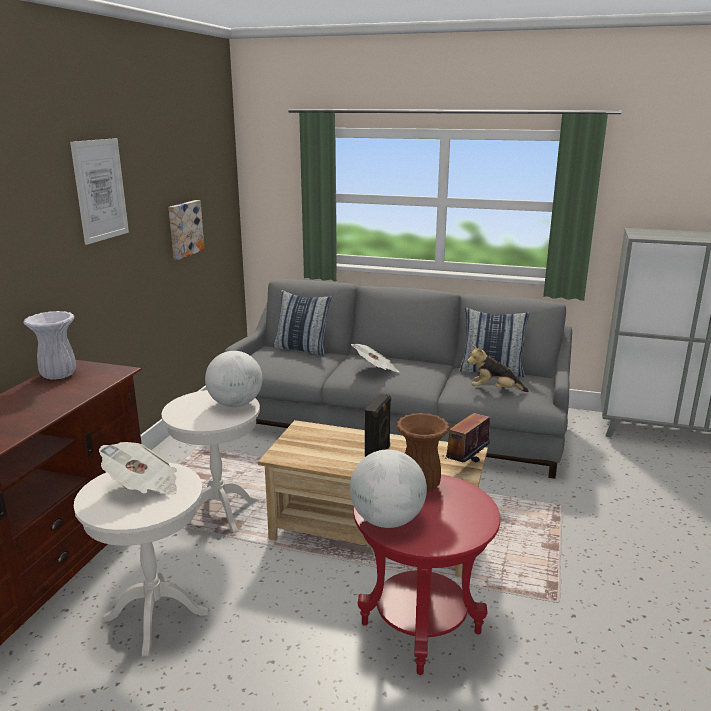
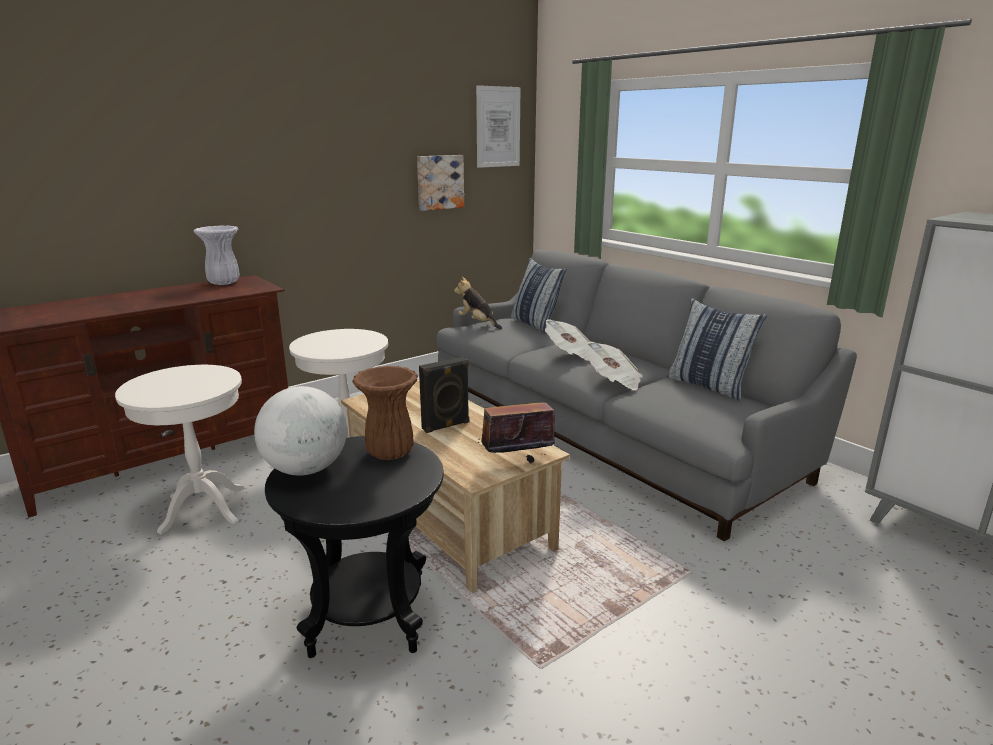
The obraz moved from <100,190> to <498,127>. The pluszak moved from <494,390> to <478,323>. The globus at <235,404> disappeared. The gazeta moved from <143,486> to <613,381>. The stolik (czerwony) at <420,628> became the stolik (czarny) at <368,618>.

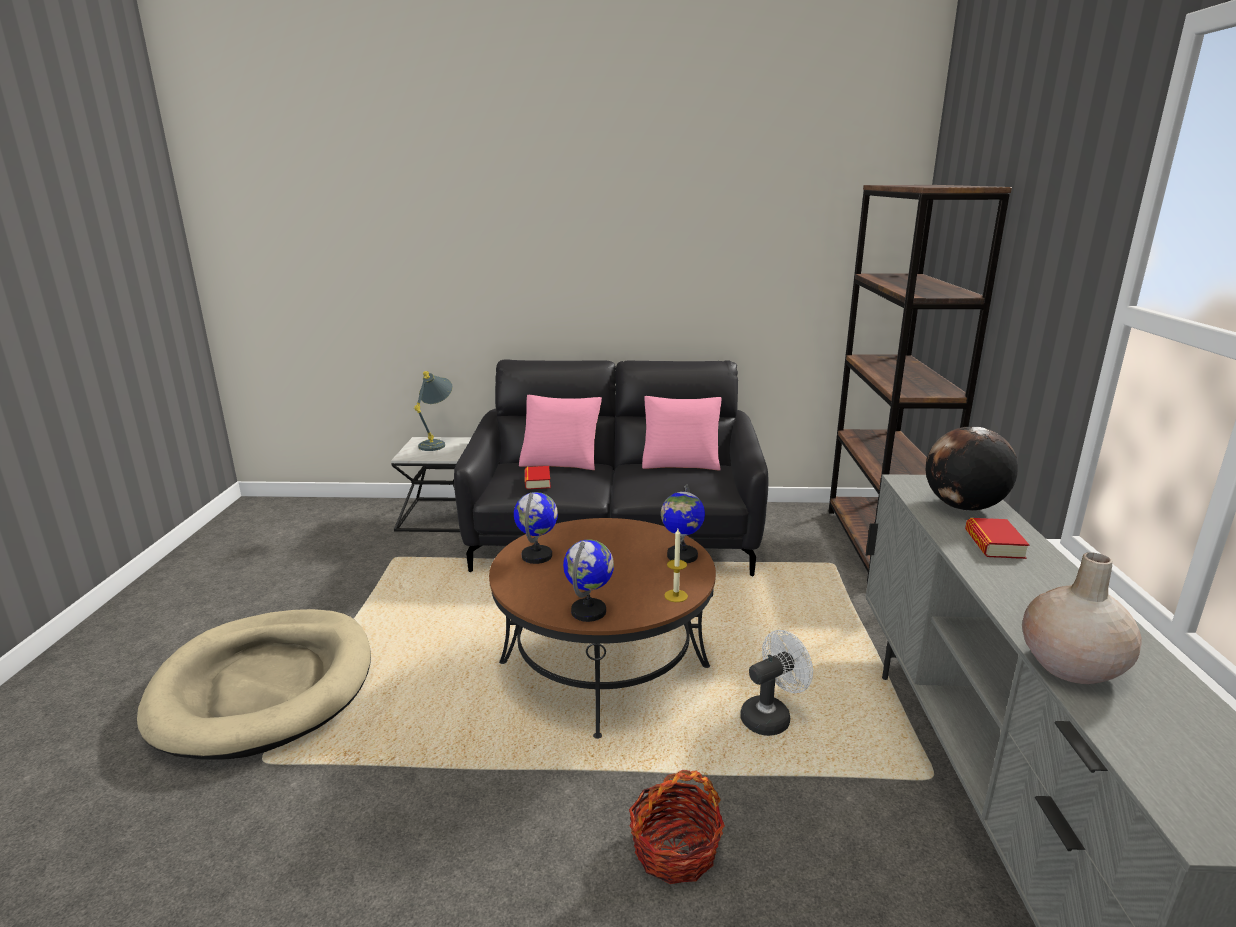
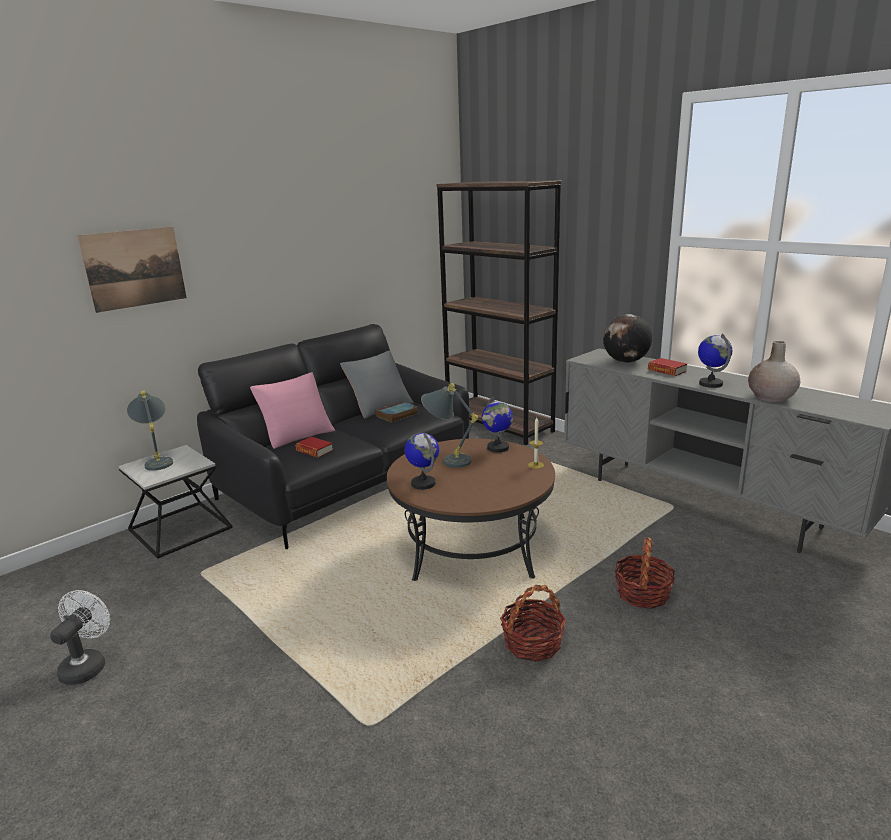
The poduszka (różowy) at <681,461> became the poduszka (szary) at <379,406>. The globus moved from <589,611> to <710,384>. The legowisko (beżowy) at <265,686> disappeared. The wentylator (biały) moved from <771,716> to <87,665>. The obraz at <135,268> appeared. The lampa stołowa (szary) at <447,460> appeared. The książka at <396,415> appeared. The koszyk at <532,643> appeared.

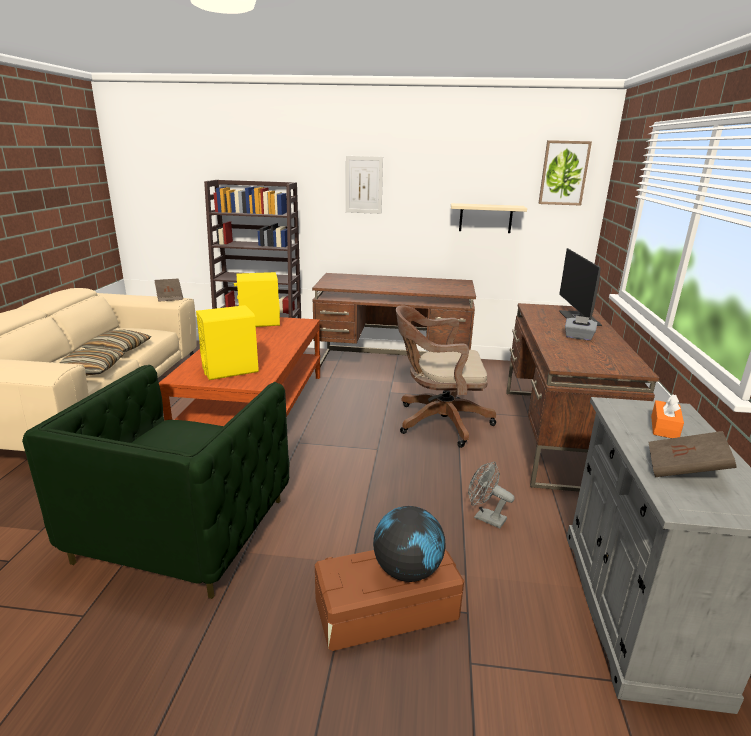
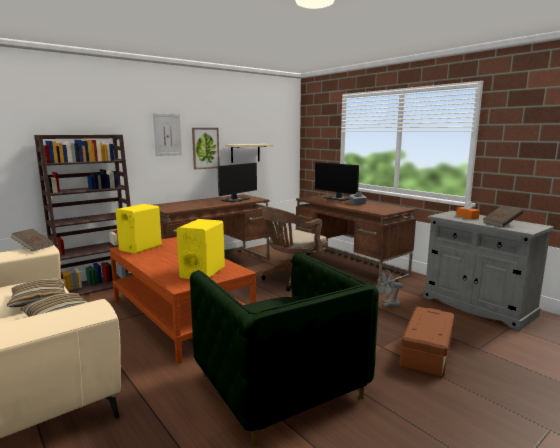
The obraz moved from <563,173> to <205,148>. The globus at <407,570> disappeared. The monitor at <236,200> appeared.

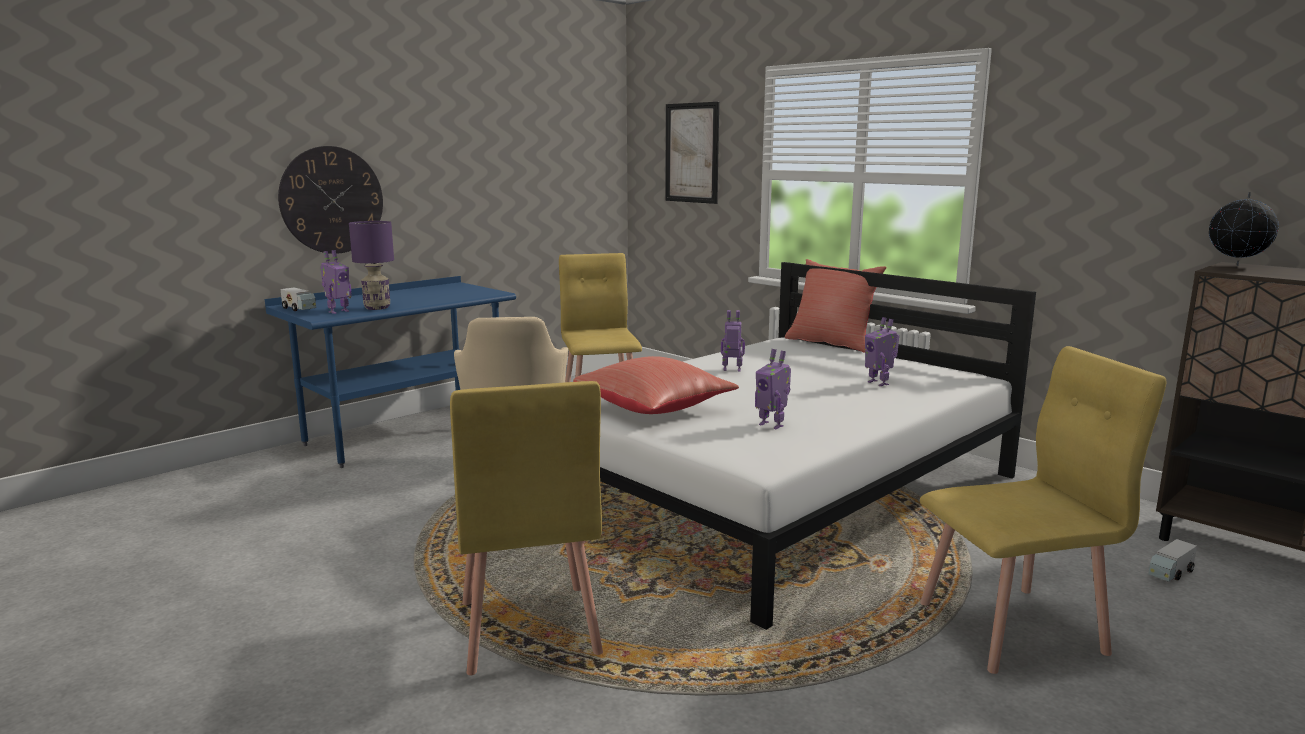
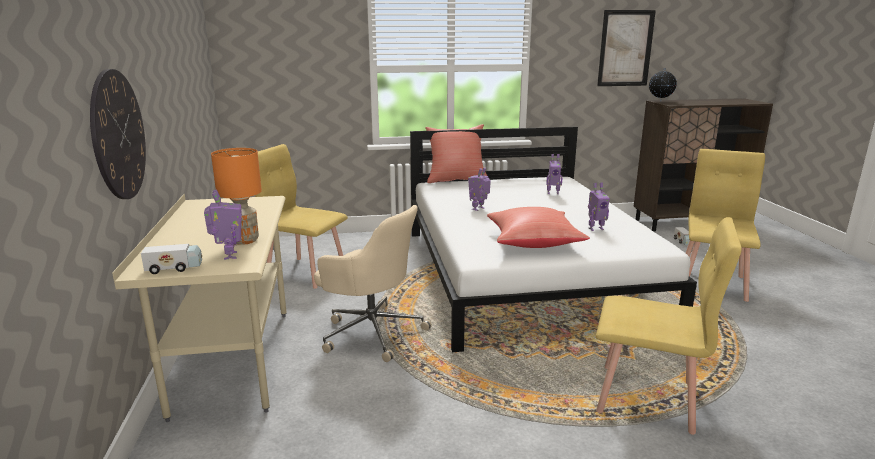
The obraz moved from <692,153> to <625,48>. The lampa stołowa (fioletowy) at <377,308> became the lampa stołowa (pomarańczowy) at <244,240>. The biurko (niebieski) at <406,434> became the biurko (beżowy) at <233,361>.

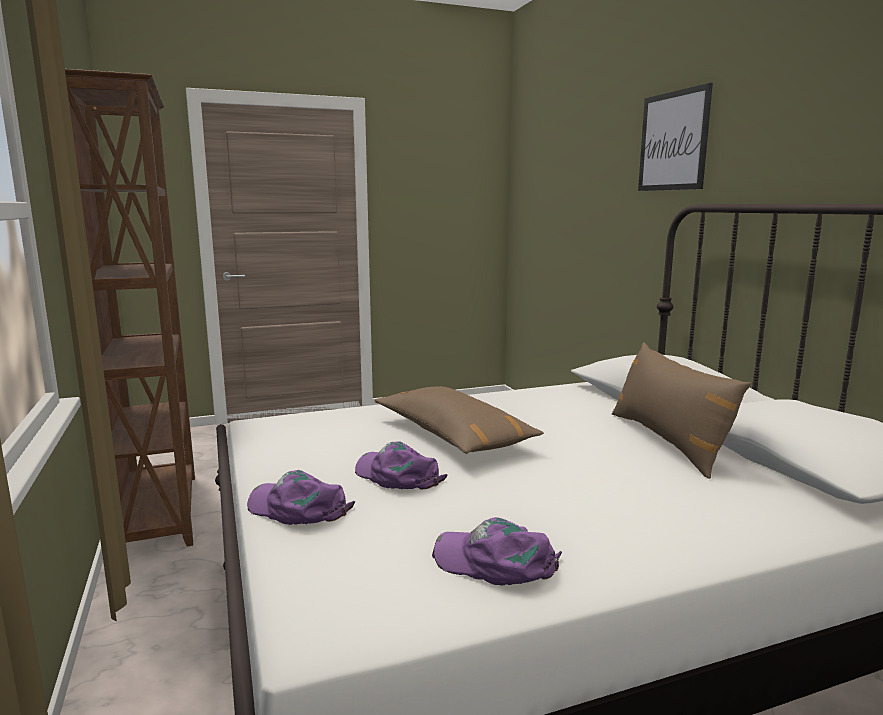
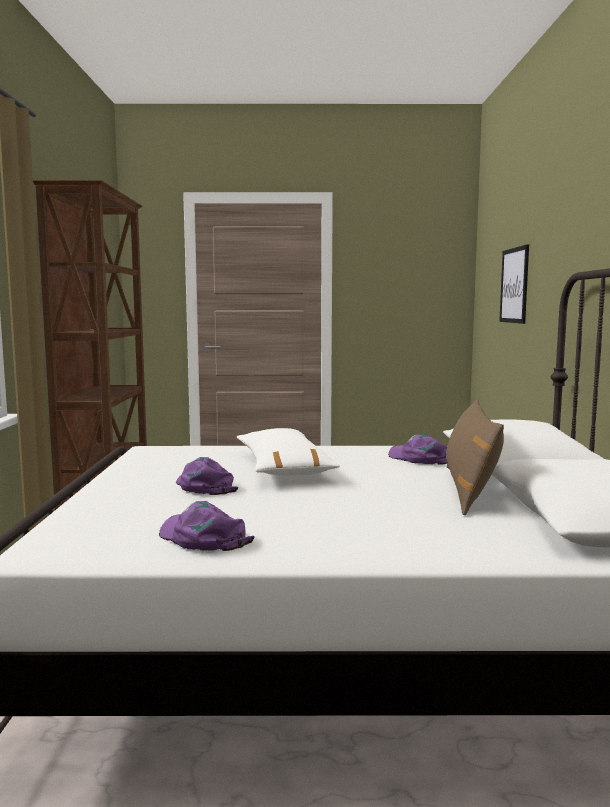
The obraz moved from <673,141> to <514,285>. The poduszka (brązowy) at <452,435> became the poduszka (biały) at <283,468>. The czapka z daszkiem (fioletowy) moved from <298,508> to <419,458>.

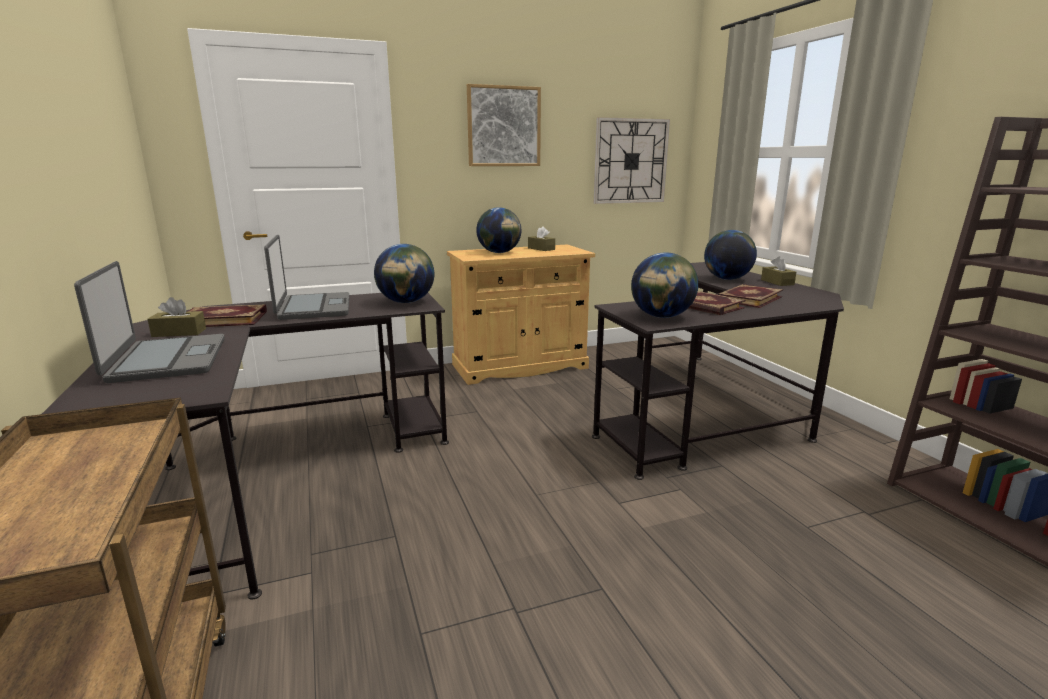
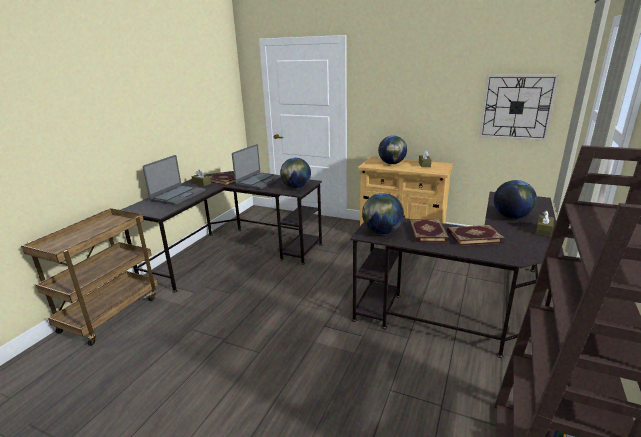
The obraz at <503,126> disappeared.

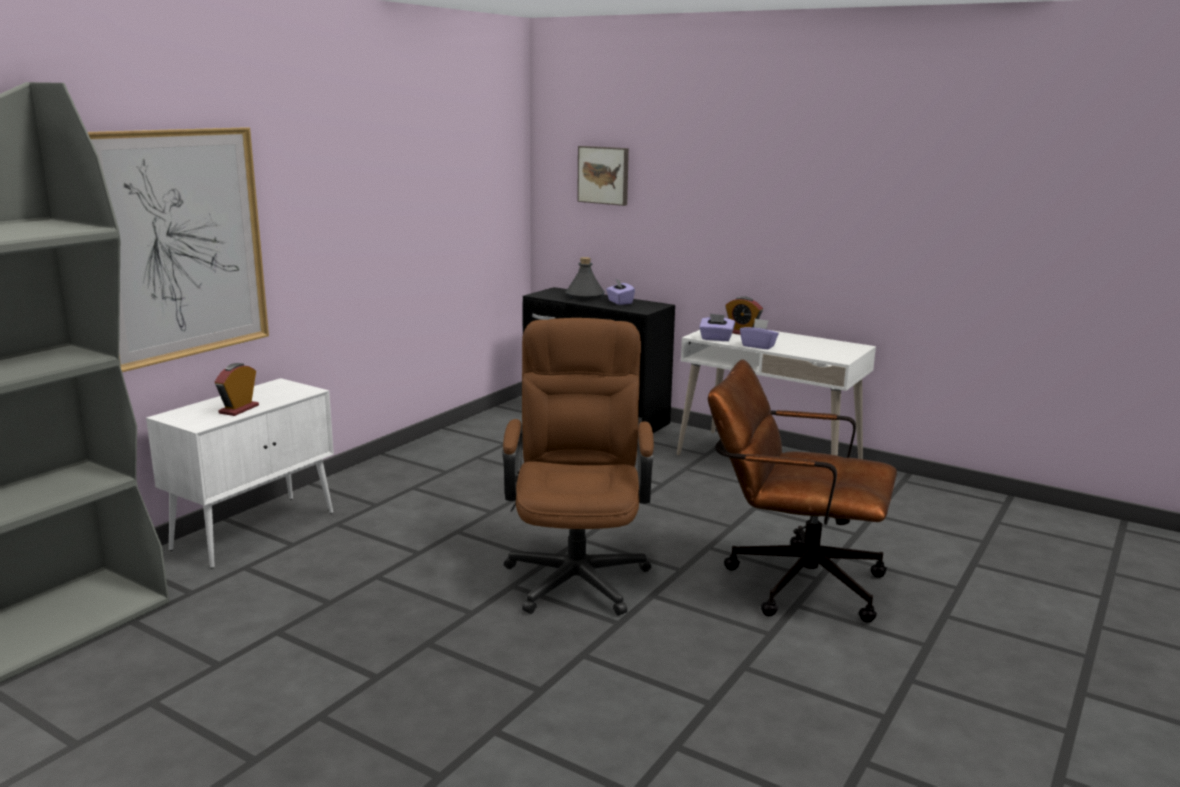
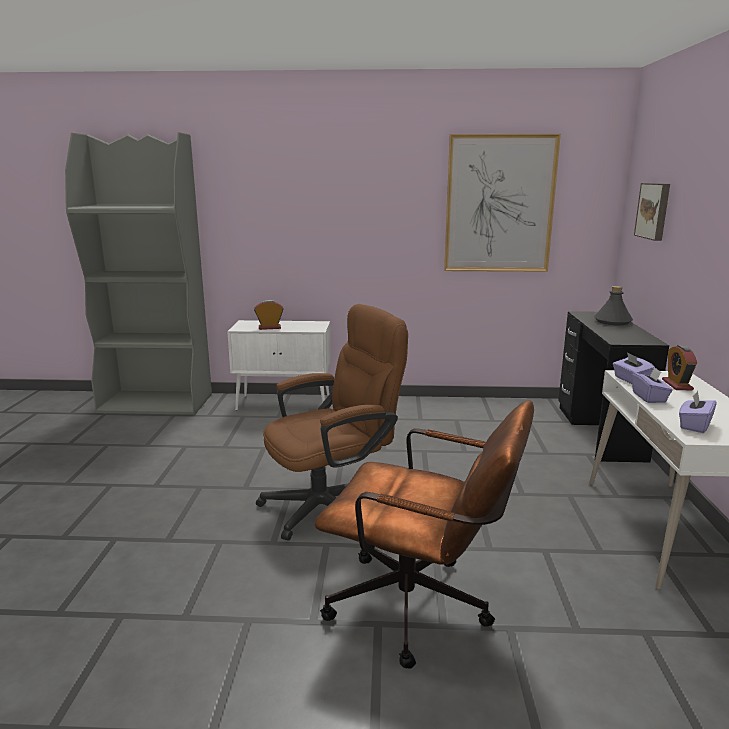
The obraz moved from <182,245> to <499,204>. The pudełko chusteczek (fioletowy) moved from <619,302> to <694,425>. The krzesło biurowe (brązowy) at <791,581> turned 120 degrees clockwise.

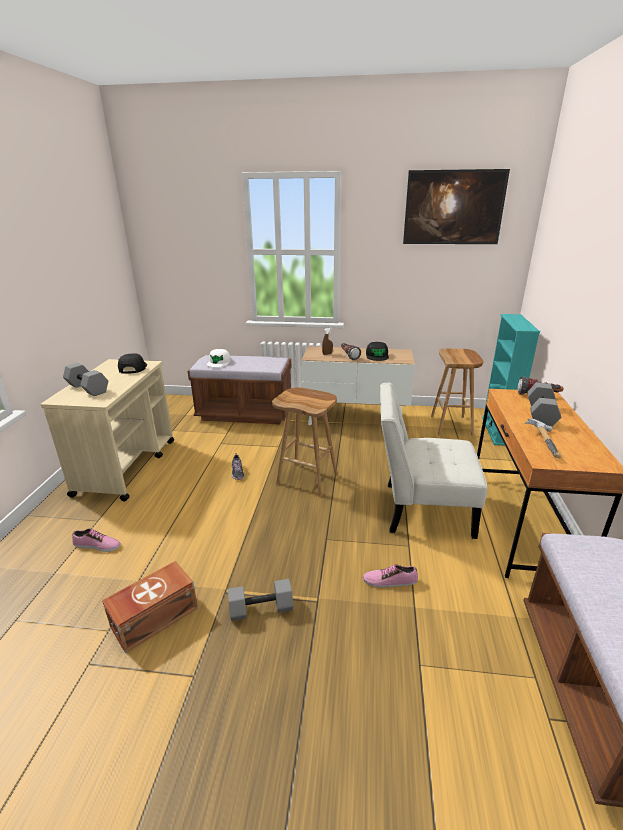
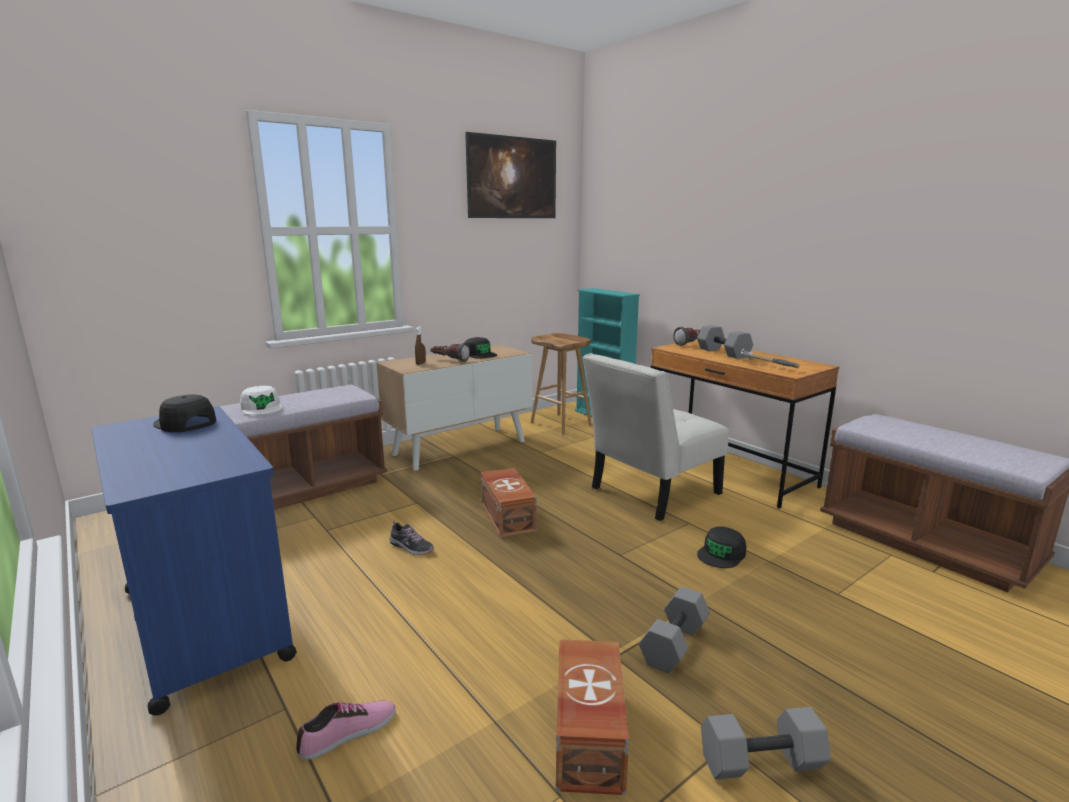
The wózek (beżowy) at <127,466> became the wózek (niebieski) at <205,621>. The hantel (szary) moved from <88,388> to <761,760>. The stołek (brązowy) at <308,479> was replaced by the pojemnik do przechowywania (brązowy) at <508,516>. The but at <390,580> was replaced by the czapka z daszkiem (czarny) at <722,554>.

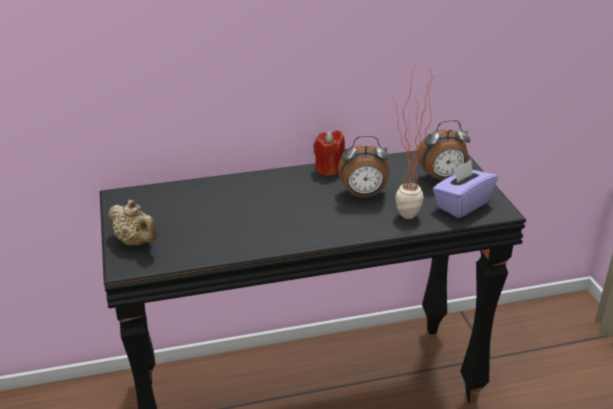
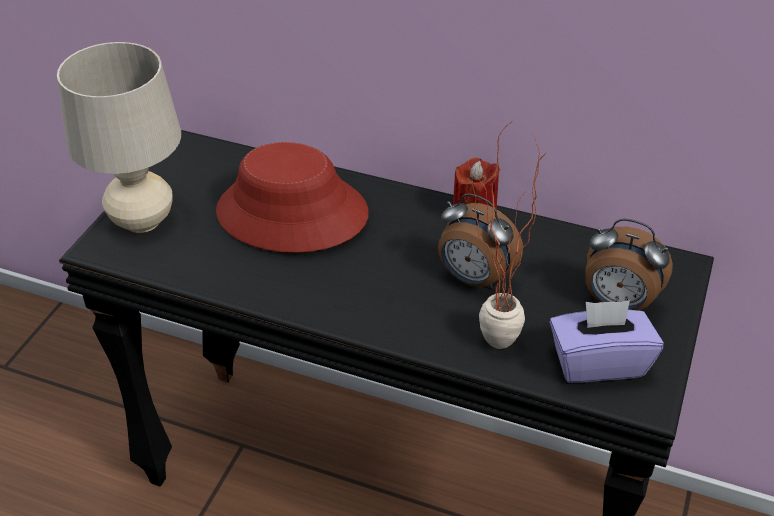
The imbryk (beżowy) at <136,242> was replaced by the lampa stołowa (beżowy) at <142,221>. The kapelusz (czerwony) at <291,214> appeared.

